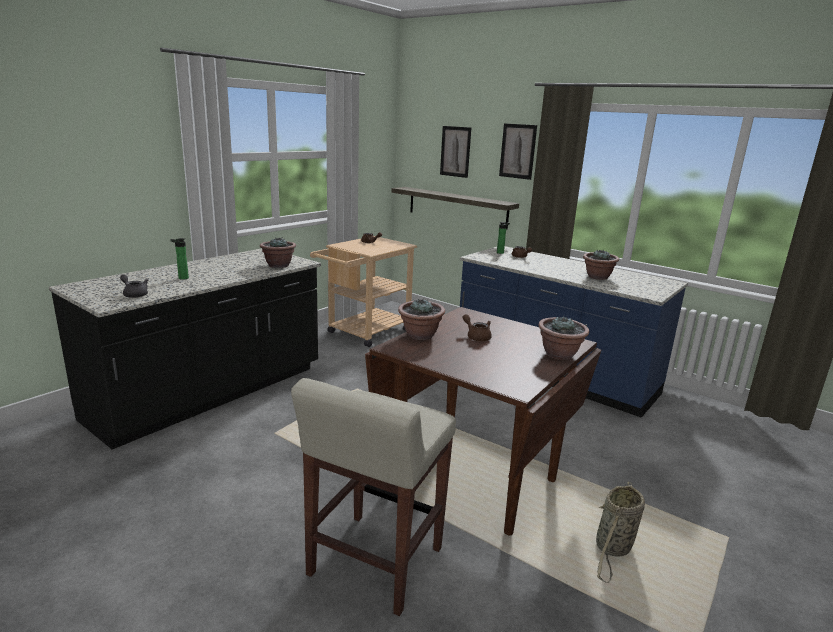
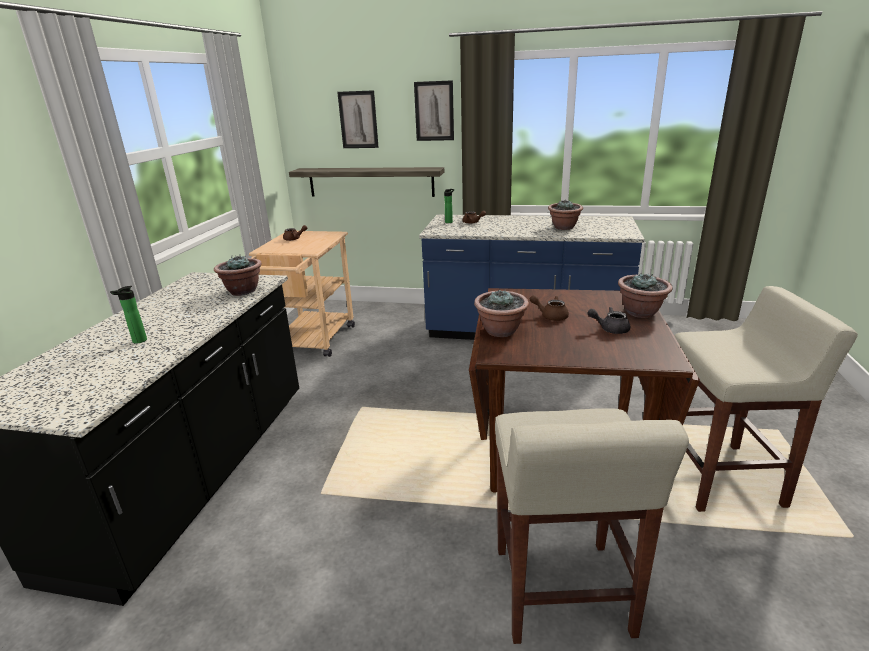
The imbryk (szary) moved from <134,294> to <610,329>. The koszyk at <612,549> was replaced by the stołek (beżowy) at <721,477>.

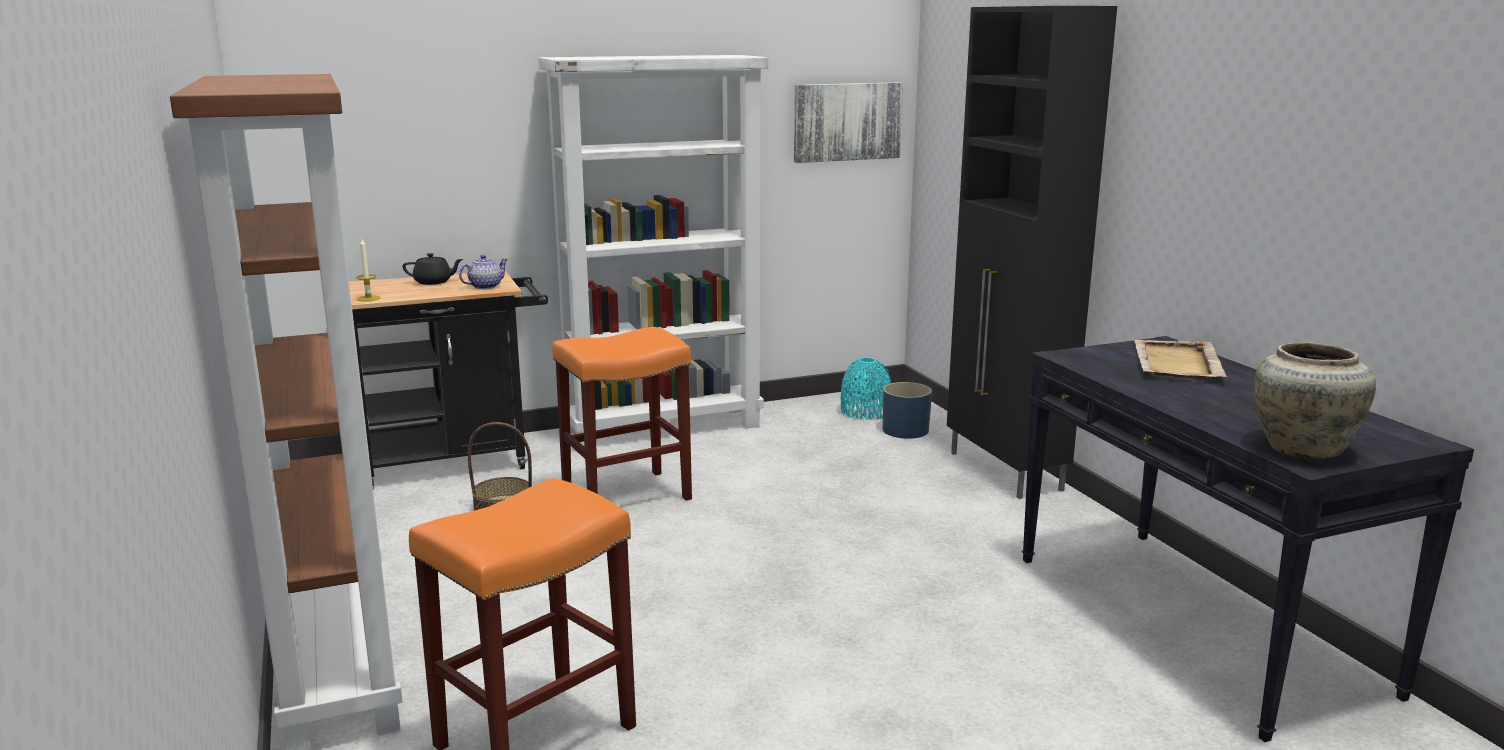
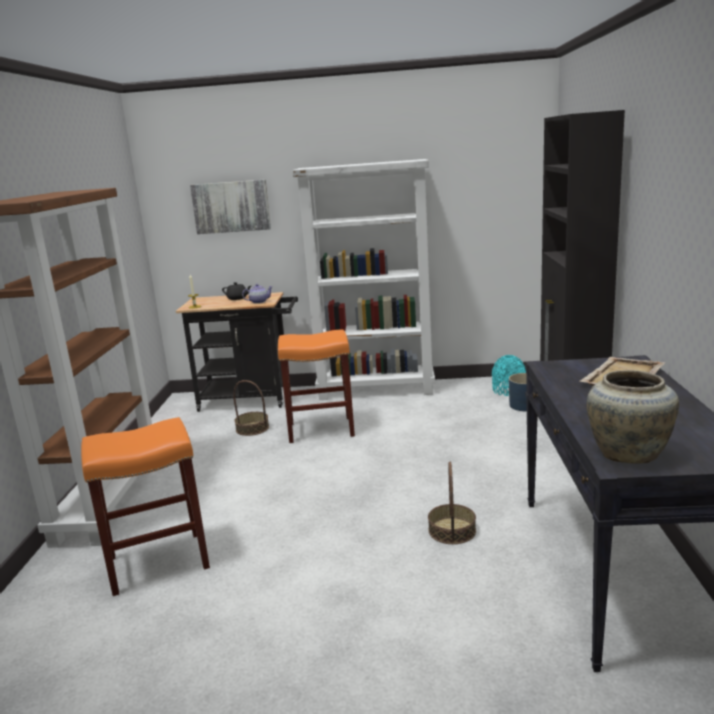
The obraz moved from <847,121> to <231,206>. The koszyk at <452,530> appeared.

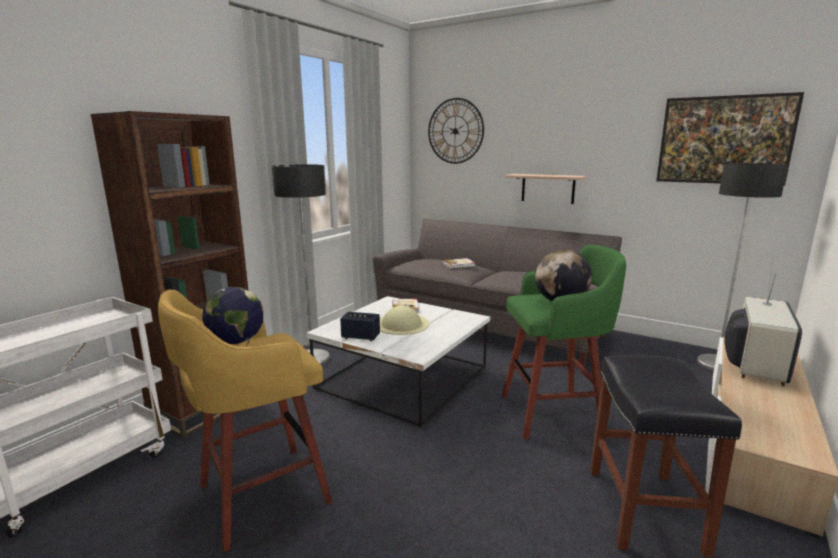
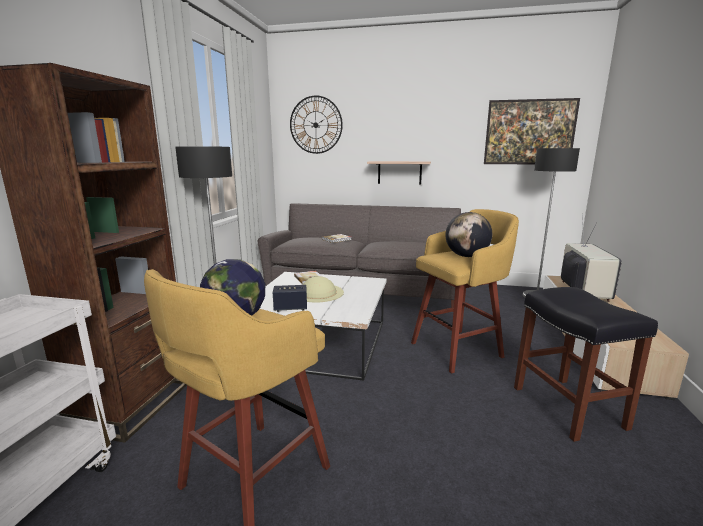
The stołek (zielony) at <554,413> became the stołek (żółty) at <458,349>.

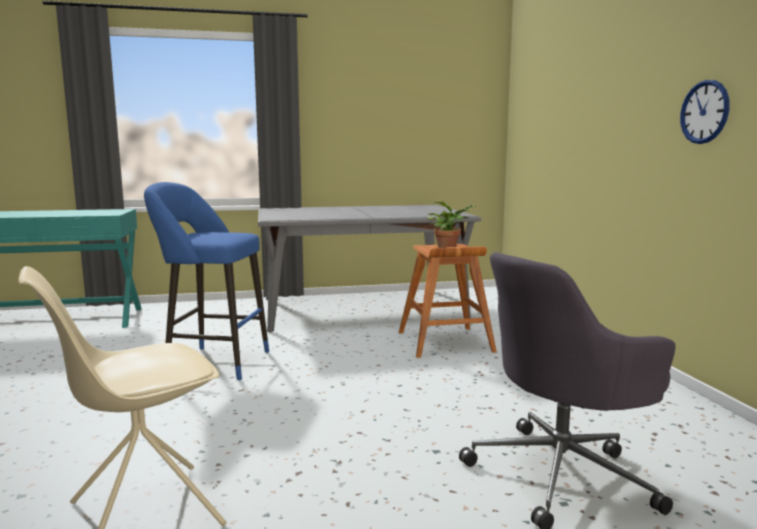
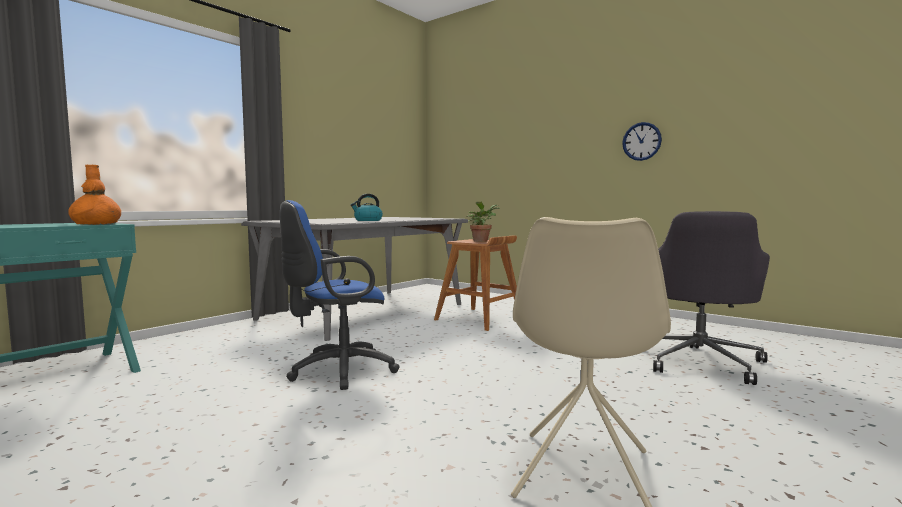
The stołek (niebieski) at <212,362> was replaced by the krzesło biurowe (niebieski) at <337,372>. The wazon (pomarańczowy) at <96,224> appeared. The czajnik at <367,220> appeared.

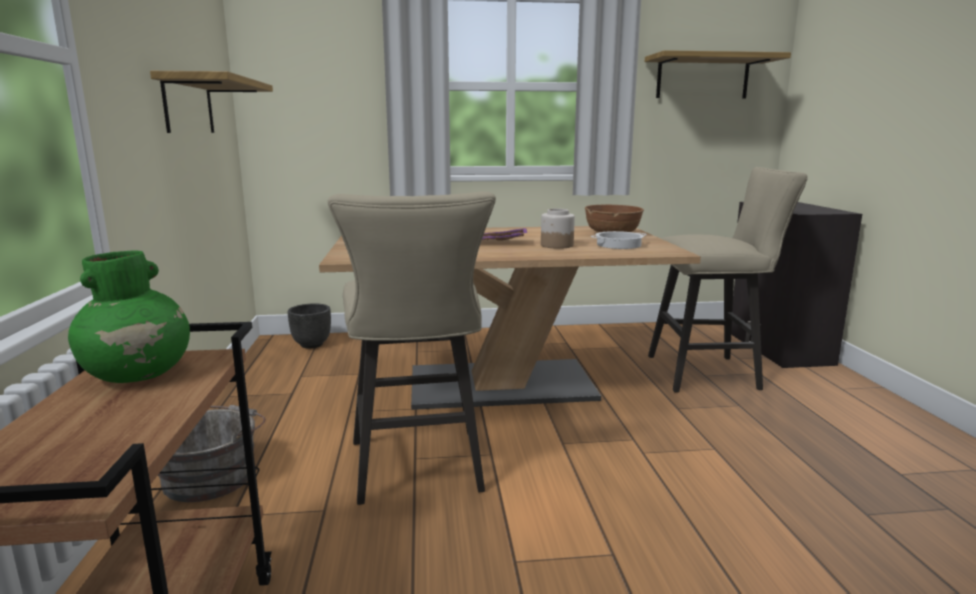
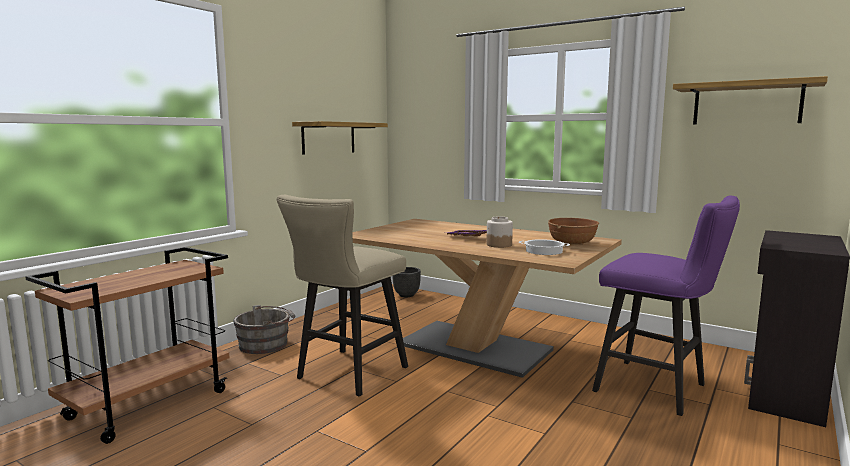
The stołek (beżowy) at <710,373> became the stołek (fioletowy) at <658,389>. The wazon (zielony) at <139,374> disappeared.

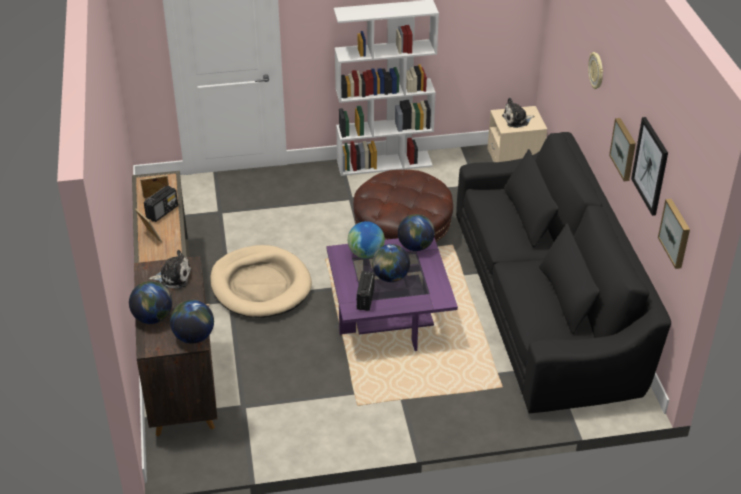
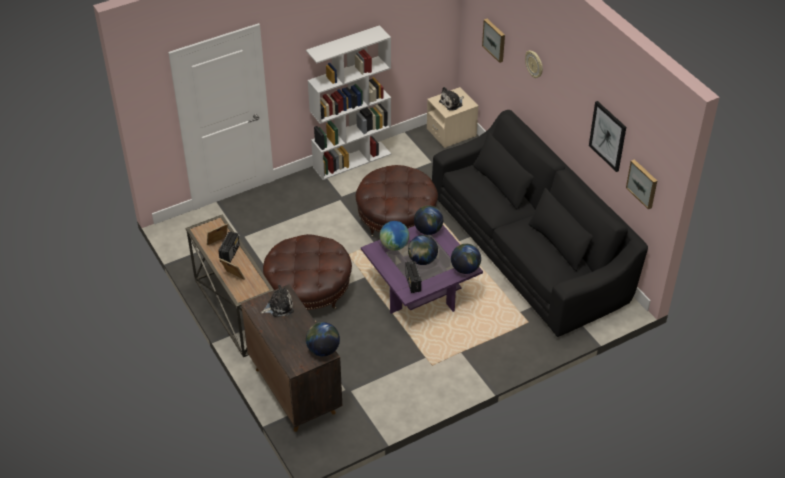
The obraz moved from <624,149> to <495,40>. The legowisko (beżowy) at <260,285> was replaced by the pufa (brązowy) at <309,290>. The globus moved from <153,317> to <465,269>.

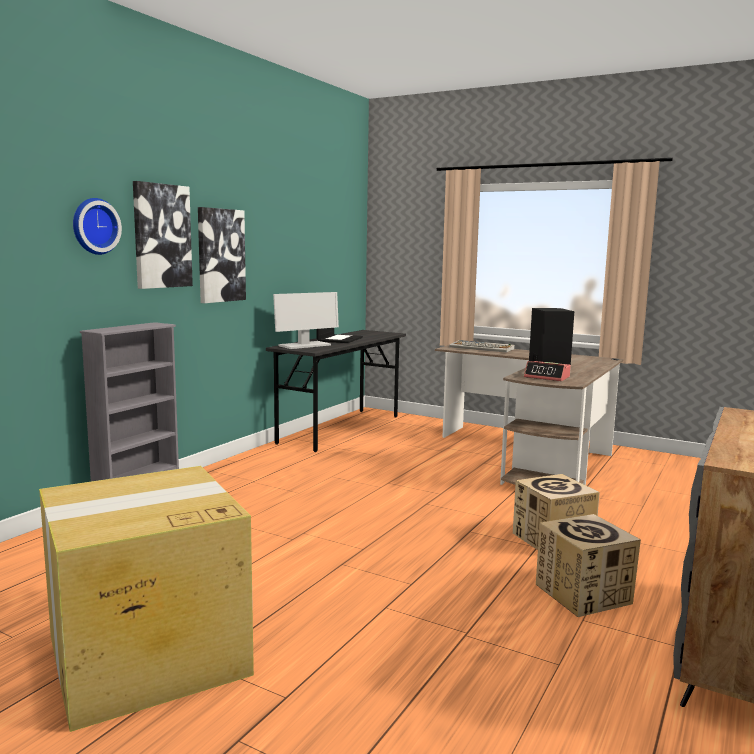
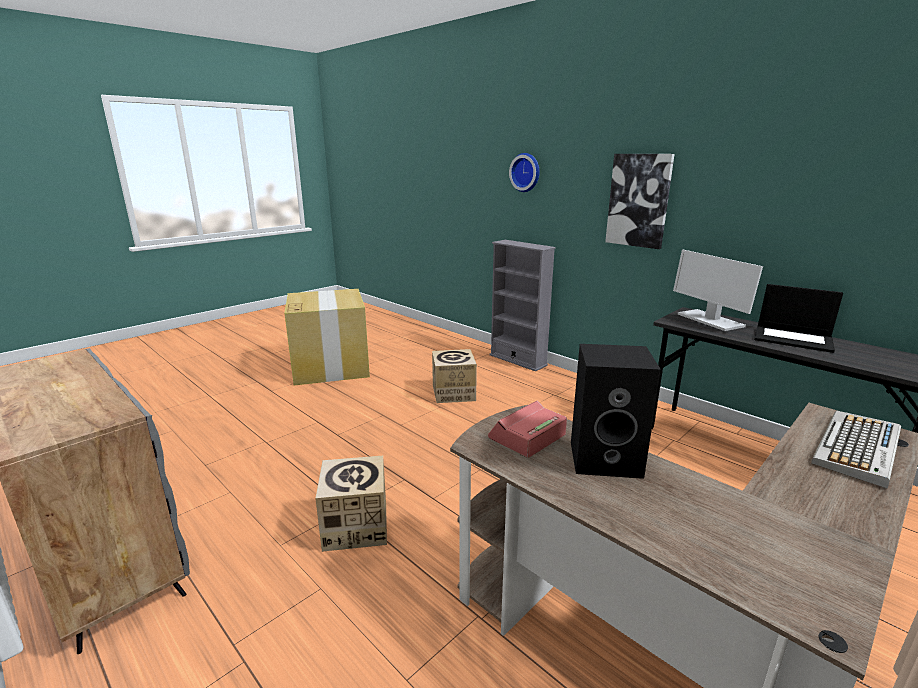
The obraz at <161,236> disappeared. The karton moved from <583,594> to <453,393>.

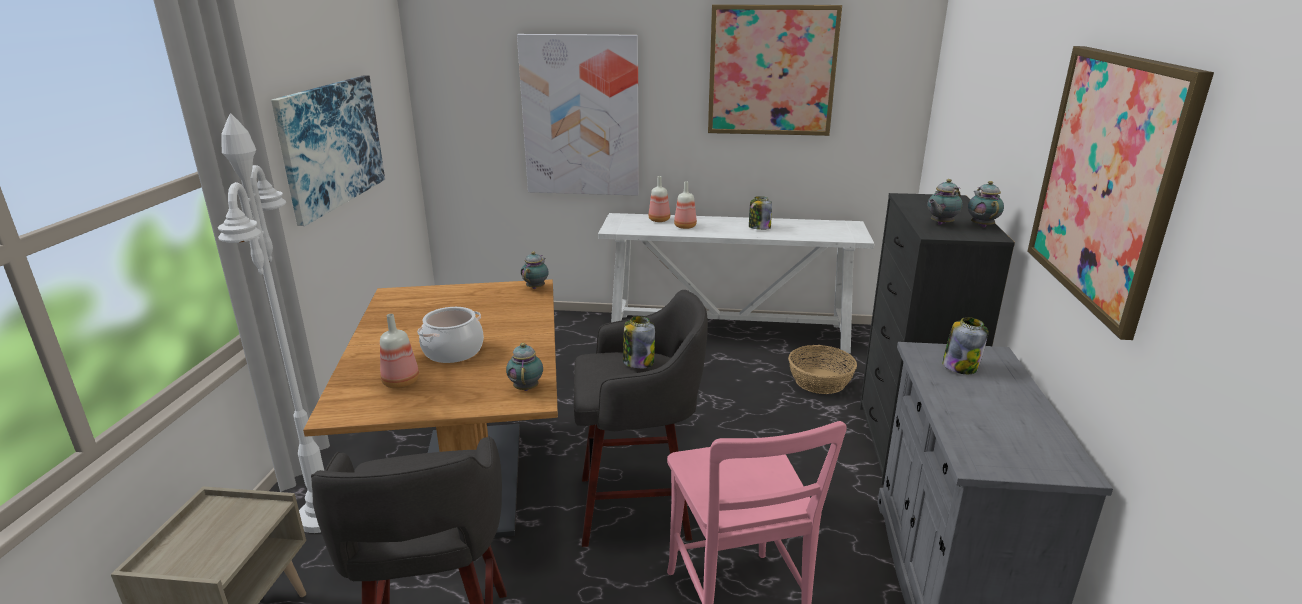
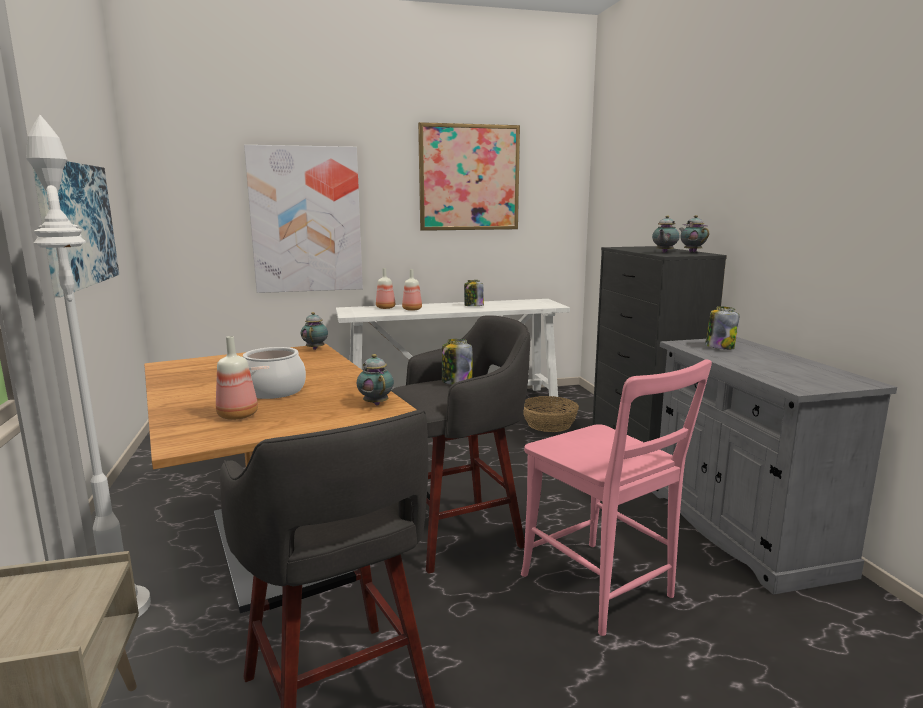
The obraz at <1106,181> disappeared.

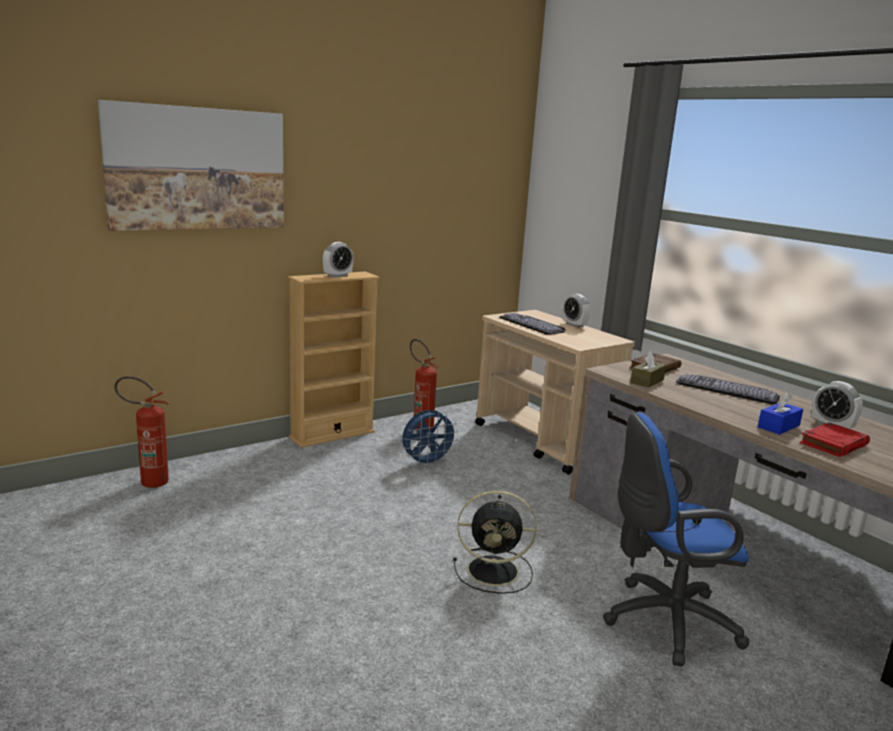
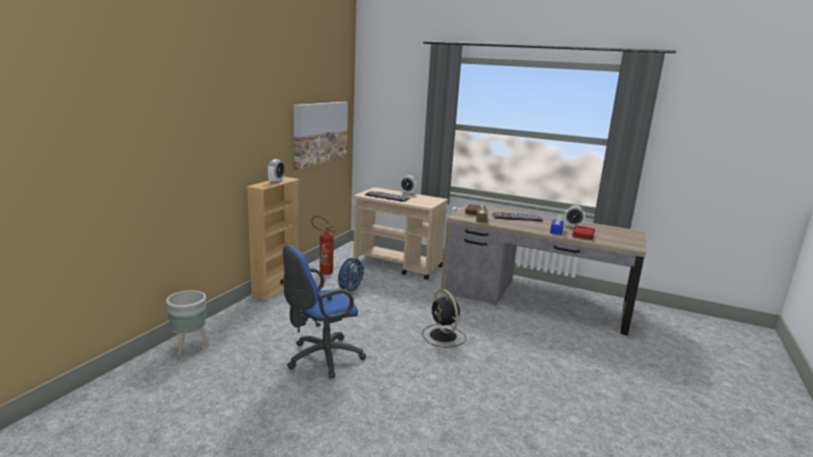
The obraz moved from <197,168> to <320,133>. The gaśnica at <148,482> was replaced by the donica (szary) at <190,347>. The krzesło biurowe (niebieski) moved from <663,621> to <321,358>. The wentylator (czarny) at <495,571> turned 90 degrees clockwise.

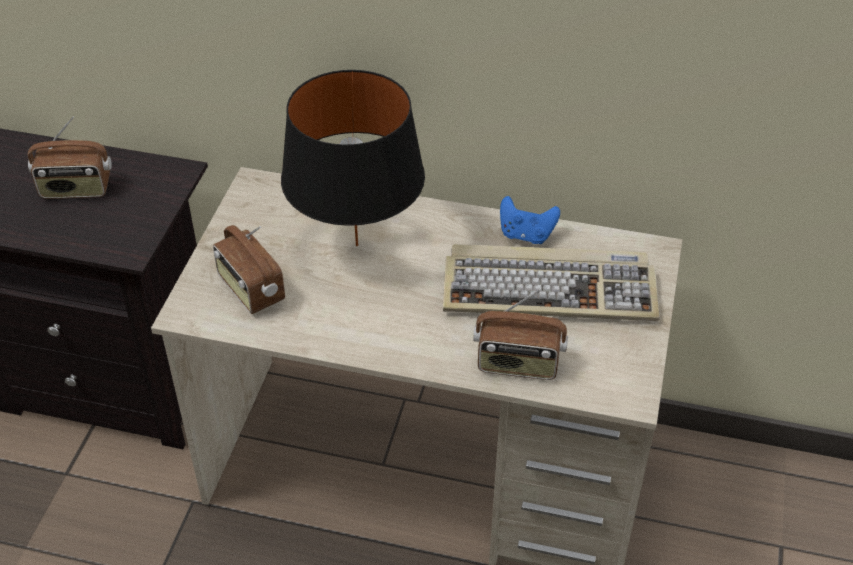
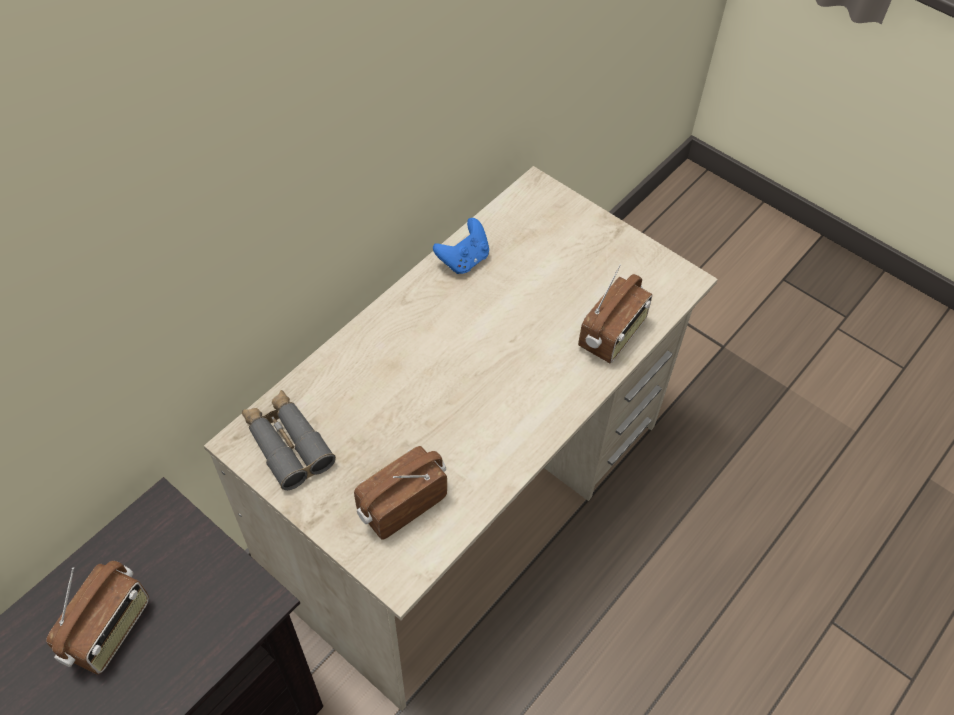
The lampa stołowa (czarny) at <357,245> disappeared. The radio at <250,290> turned 150 degrees clockwise. The klawiatura at <550,288> disappeared. The lornetka (szary) at <287,444> appeared.

